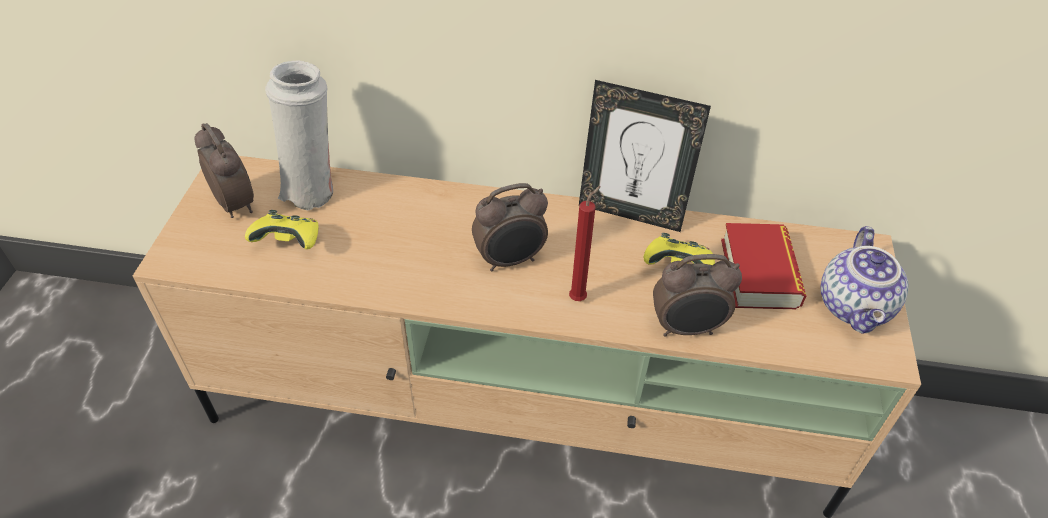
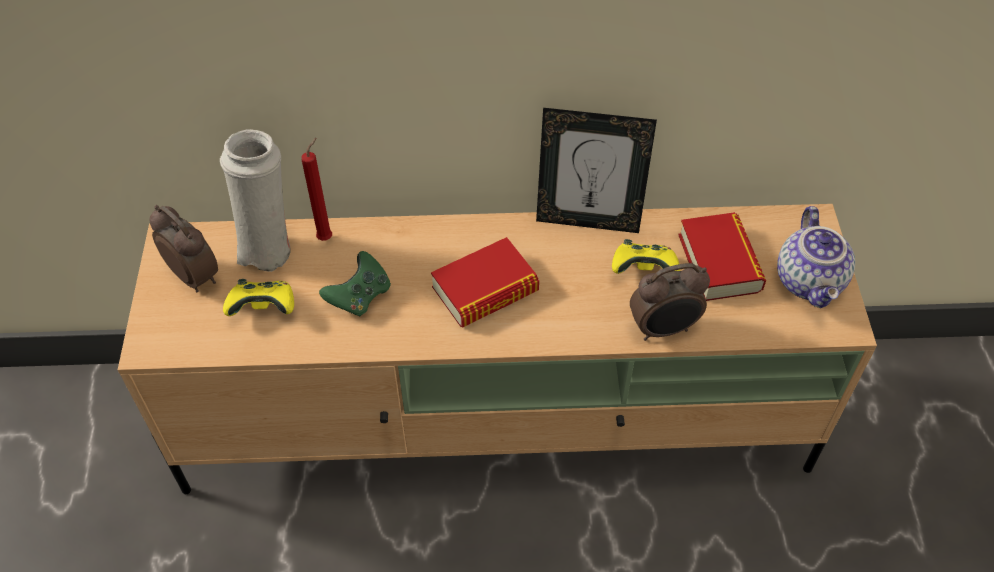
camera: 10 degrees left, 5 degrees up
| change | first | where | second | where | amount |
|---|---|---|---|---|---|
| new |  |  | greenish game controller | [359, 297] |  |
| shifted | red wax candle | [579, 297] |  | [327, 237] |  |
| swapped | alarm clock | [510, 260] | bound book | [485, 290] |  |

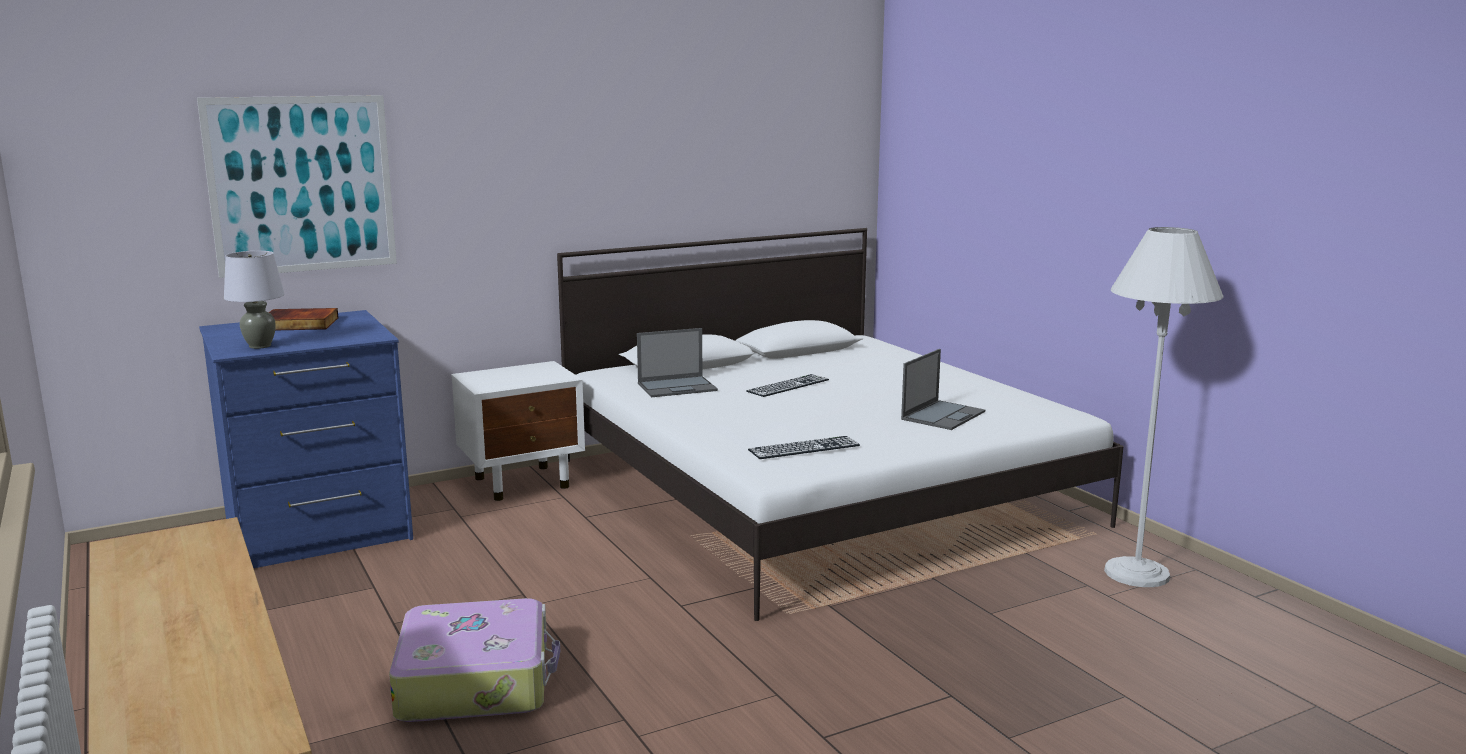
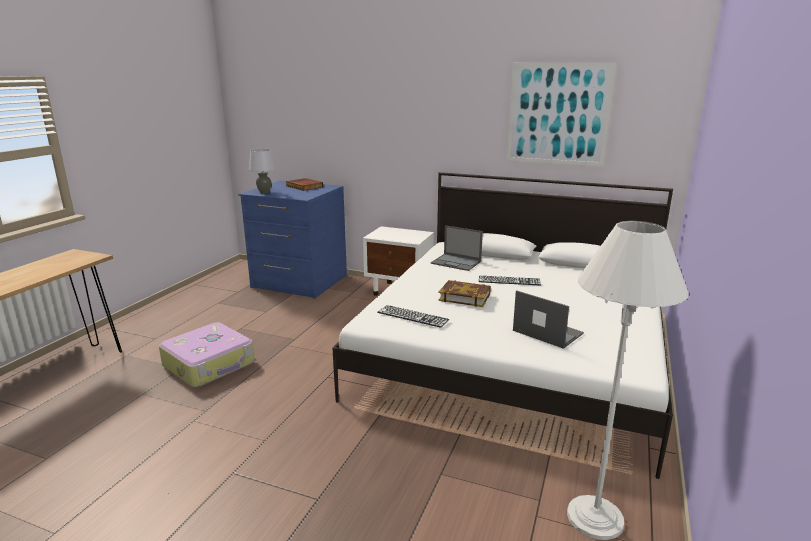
camera: 50 degrees right, 5 degrees up
| change | first | where | second | where | amount |
|---|---|---|---|---|---|
| new |  |  | bound book | [465, 297] |  |
| shifted | picture | [302, 184] |  | [558, 114] |  |
| rotated | portable computer | [943, 415] |  | [546, 332] | 135 degrees counterclockwise |

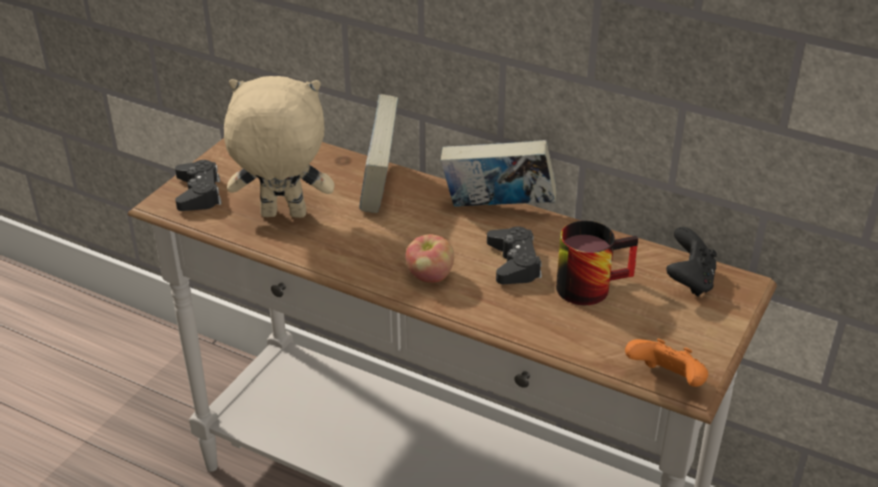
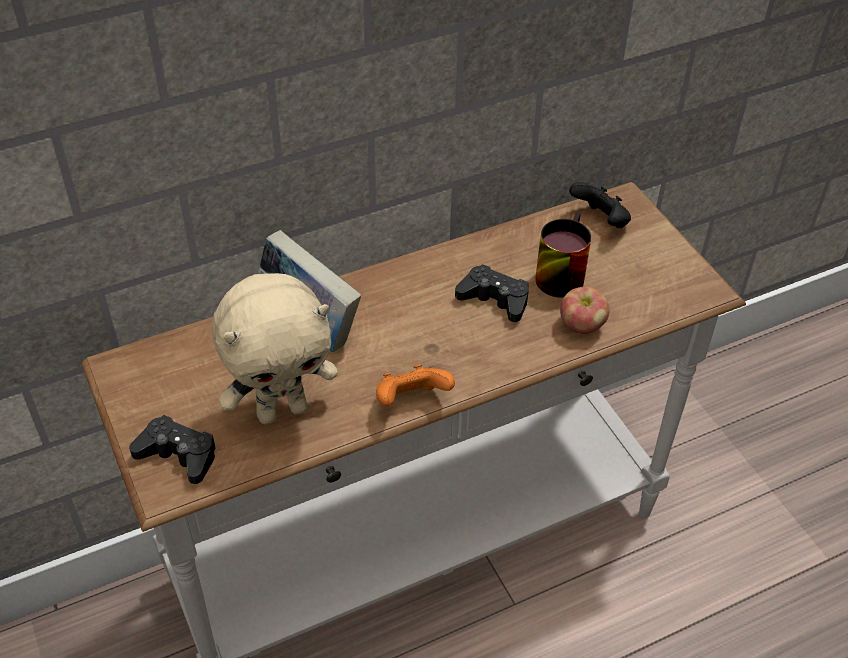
camera: 55 degrees left, 10 degrees up
| change | first | where | second | where | amount |
|---|---|---|---|---|---|
| gone | bound book | [497, 210] |  |  |  |
| shifted | apple | [430, 276] |  | [581, 326] |  |
| shifted | orange game controller | [667, 381] |  | [411, 400] |  |
| rotated | beige plush toy | [282, 216] |  | [282, 410] | 150 degrees counterclockwise |

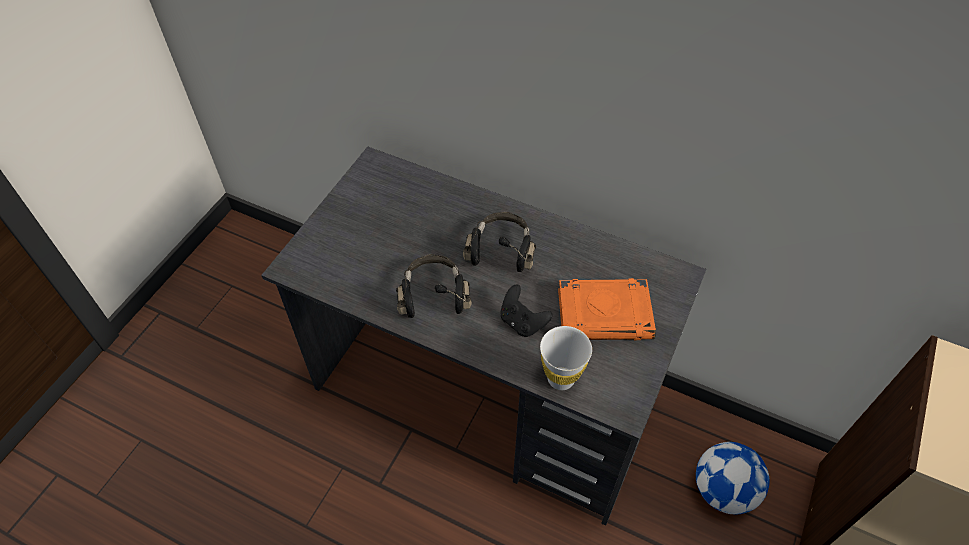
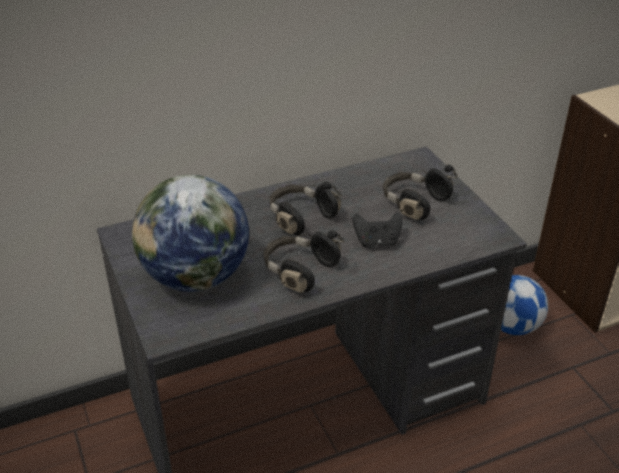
camera: 50 degrees left, 15 degrees down
| change | first | where | second | where | amount |
|---|---|---|---|---|---|
| gone | white cup | [561, 379] |  |  |  |
| new |  |  | world globe | [195, 277] |  |
| swapped | orange bound book | [605, 314] | black-coloured pair of headphones | [414, 203] |  |

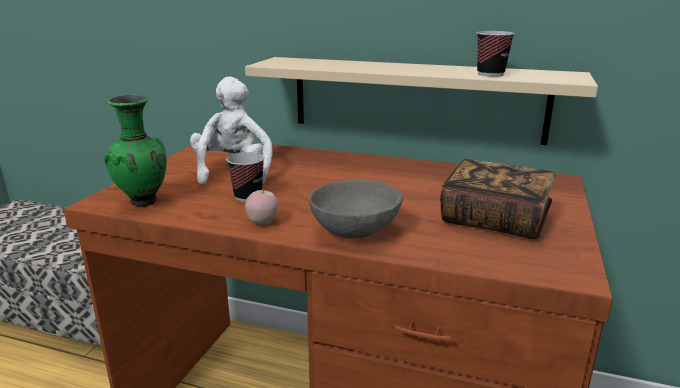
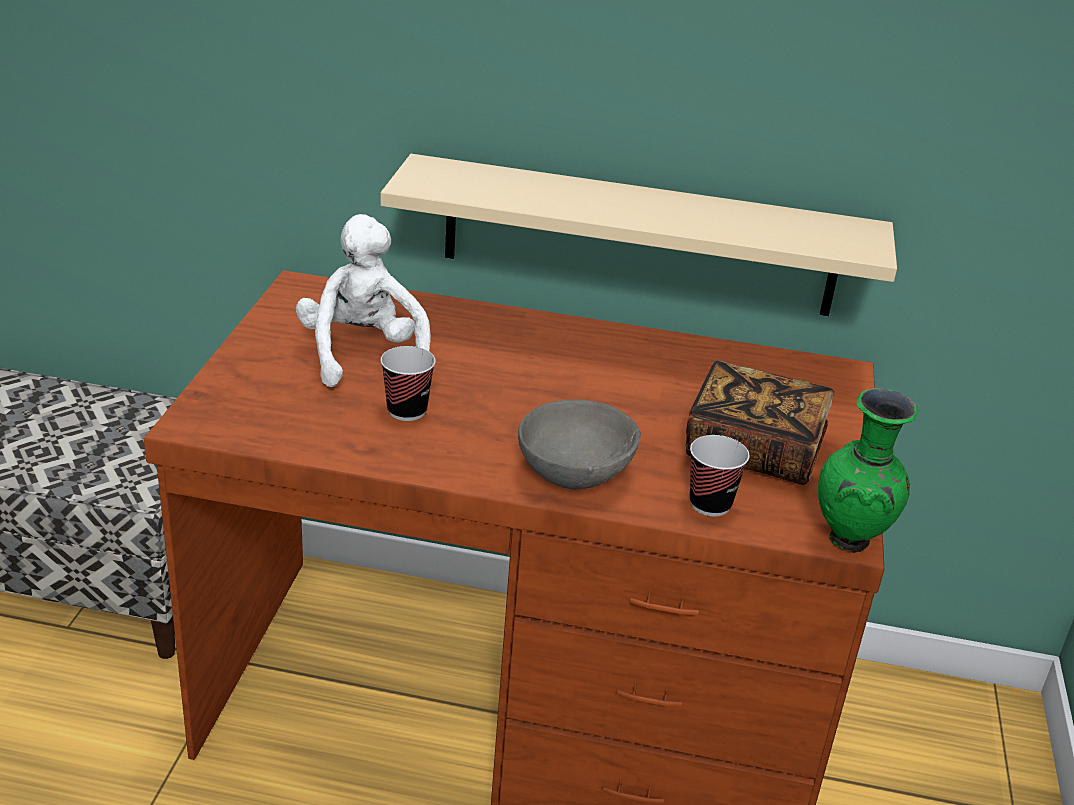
camera: 10 degrees left, 10 degrees up
| change | first | where | second | where | amount |
|---|---|---|---|---|---|
| gone | apple | [263, 223] |  |  |  |
| shifted | greenish flower vase | [144, 203] |  | [851, 543] |  |
| shifted | cup | [490, 74] |  | [710, 504] |  |

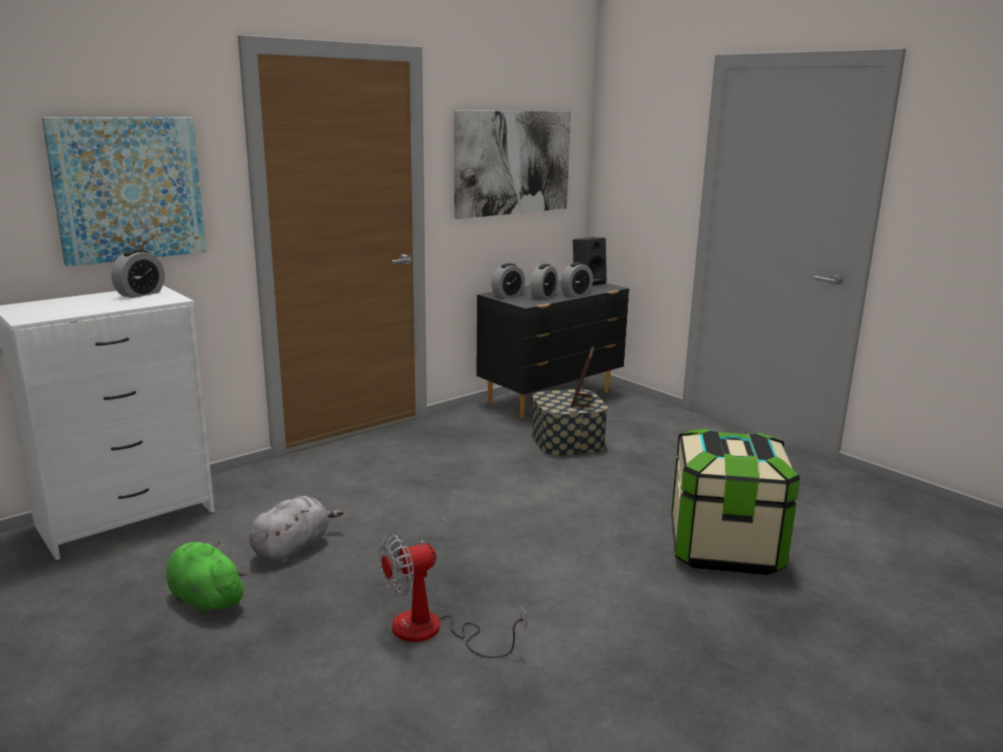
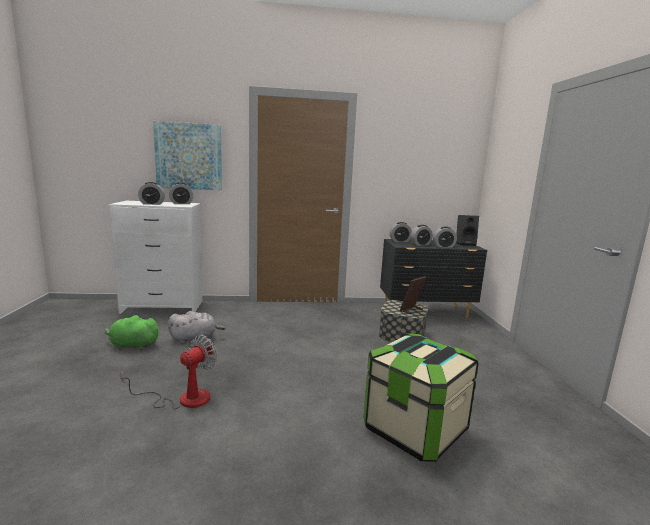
camera: 35 degrees right, 5 degrees down
| change | first | where | second | where | amount |
|---|---|---|---|---|---|
| gone | picture | [513, 163] |  |  |  |
| new |  |  | alarm clock | [152, 204] |  |
| rotated | greenish plush toy | [205, 599] |  | [132, 345] | 75 degrees counterclockwise |
| rotated | cooling fan | [433, 631] |  | [183, 399] | 120 degrees clockwise |

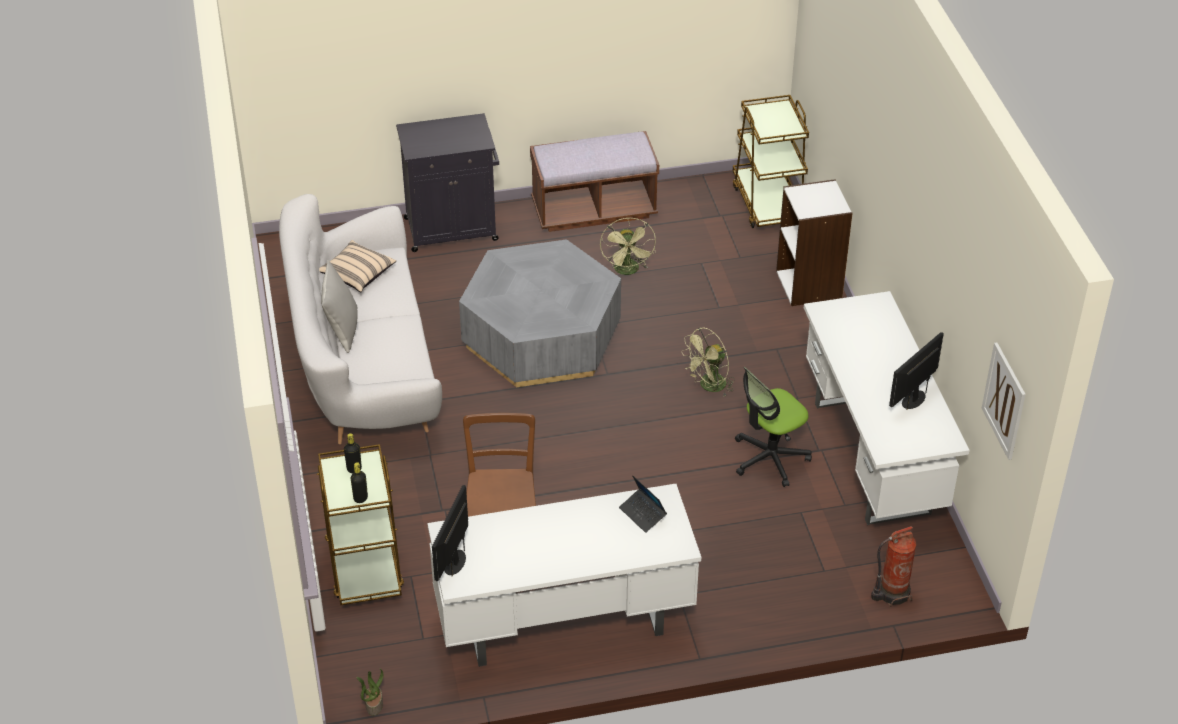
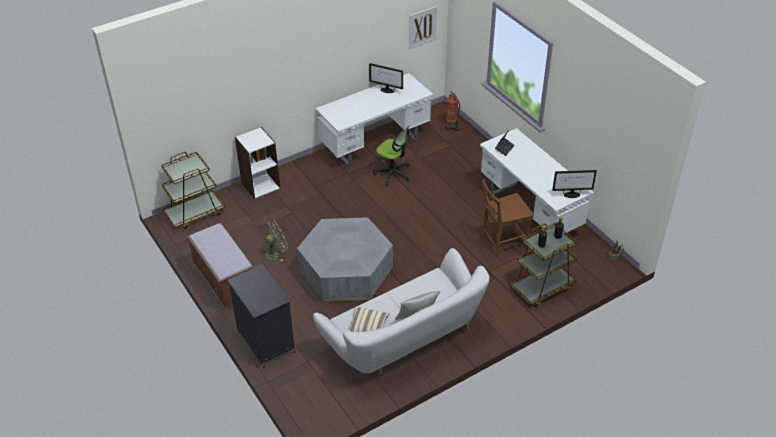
camera: 110 degrees left, 0 degrees up
| change | first | where | second | where | amount |
|---|---|---|---|---|---|
| gone | greenish cooling fan | [708, 386] |  |  |  |

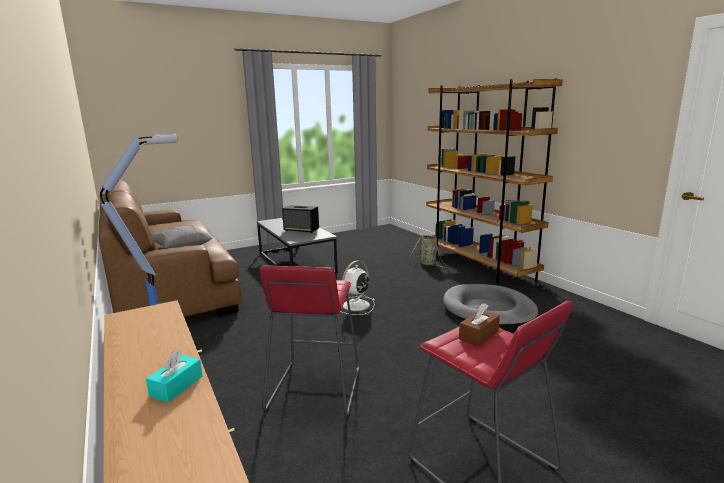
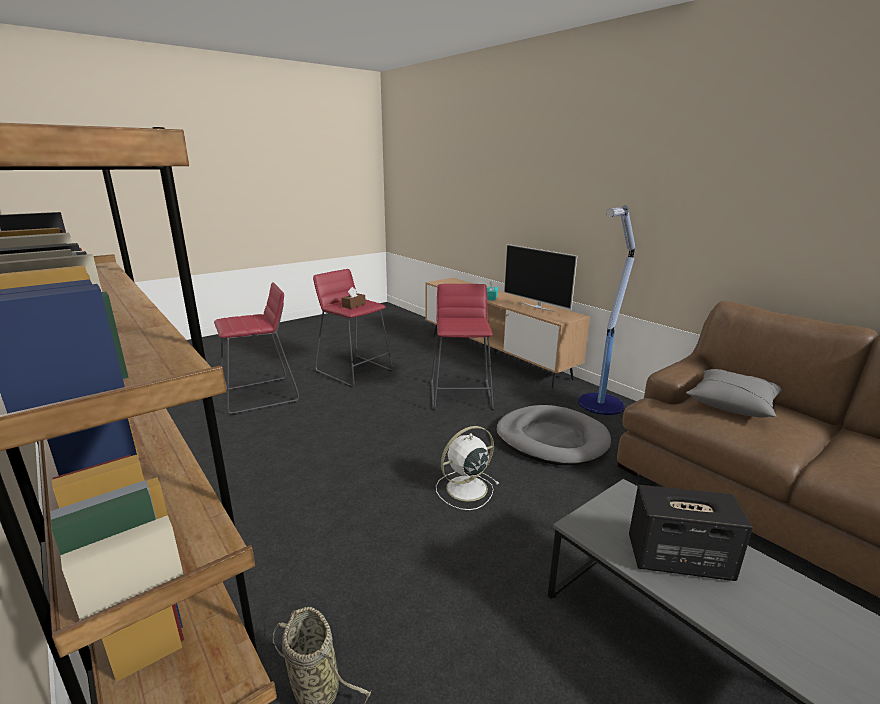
camera: 170 degrees right, 5 degrees up
| change | first | where | second | where | amount |
|---|---|---|---|---|---|
| new |  |  | red stool | [260, 396] |  |
| new |  |  | television | [537, 307] |  |
| shifted | greyish pet bed | [488, 310] |  | [551, 439] |  |
| rotated | white cooling fan | [355, 306] |  | [465, 489] | 150 degrees counterclockwise |

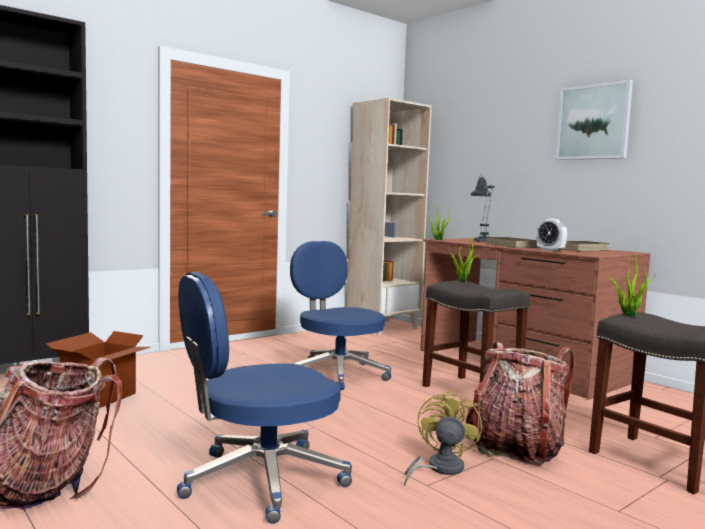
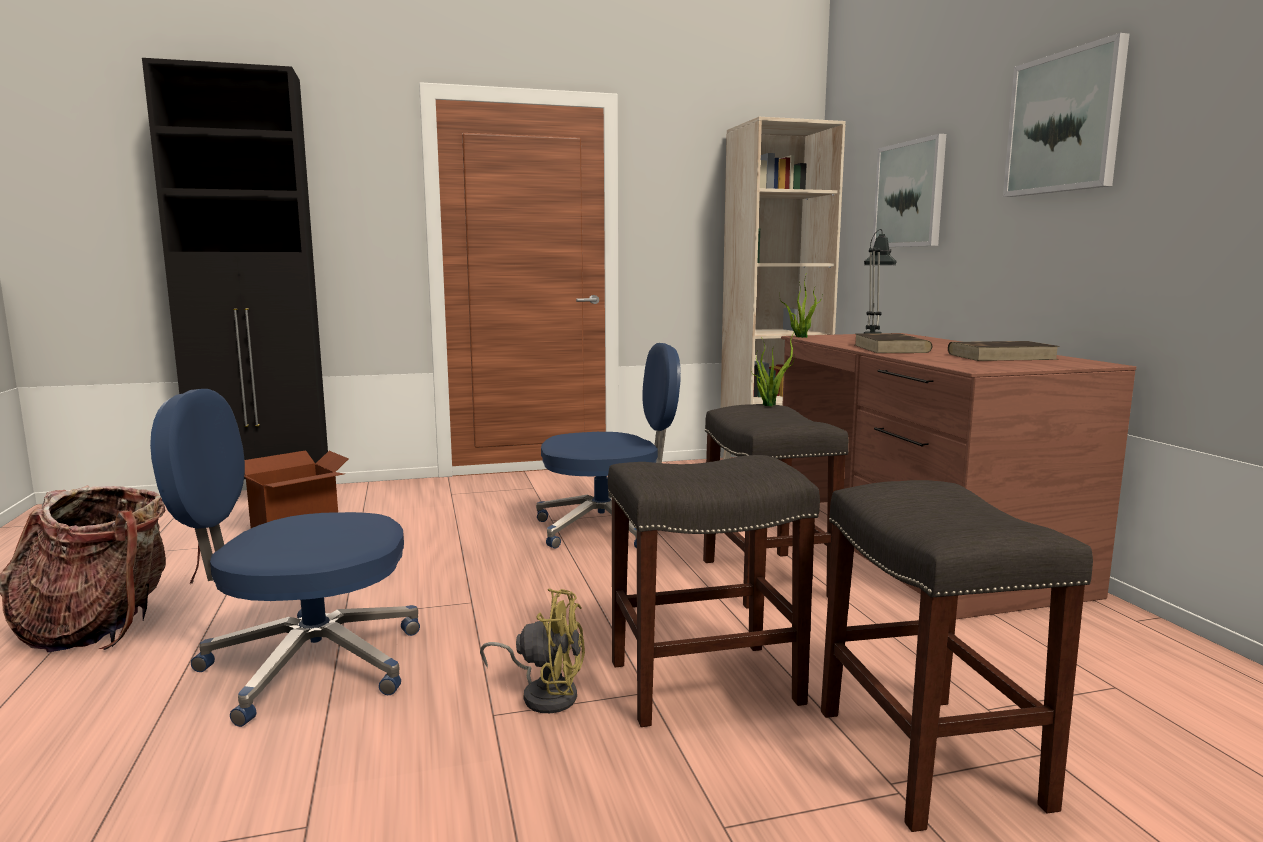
camera: 25 degrees right, 5 degrees up
| change | first | where | second | where | amount |
|---|---|---|---|---|---|
| gone | alarm clock | [550, 250] |  |  |  |
| gone | plant in a pot | [628, 314] |  |  |  |
| new |  |  | picture | [910, 194] |  |
| swapped | backpack | [515, 447] | greyish stool | [706, 681] |  |
| rotated | bluish office chair | [336, 373] |  | [608, 528] | 90 degrees clockwise |
| rotated | yellowish cooling fan | [439, 469] |  | [544, 693] | 60 degrees clockwise |

